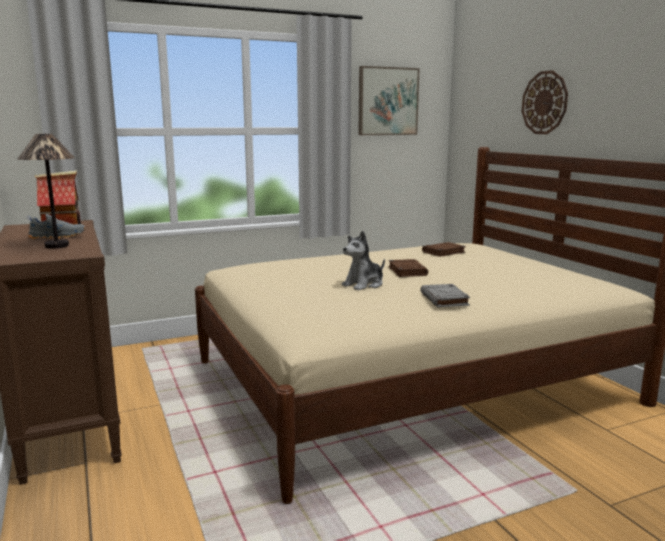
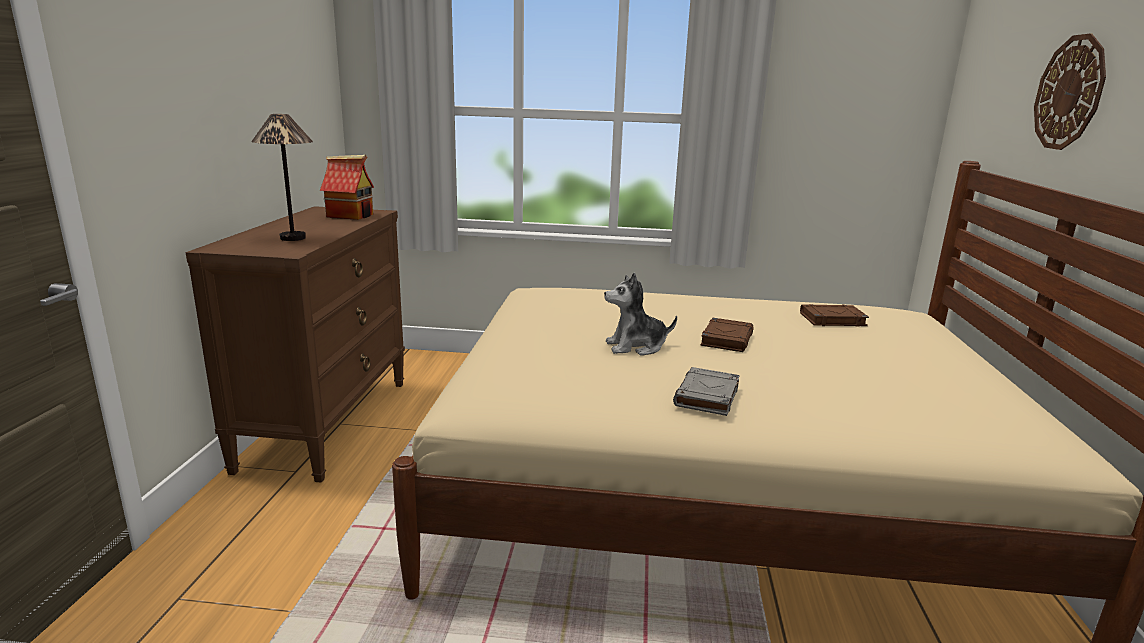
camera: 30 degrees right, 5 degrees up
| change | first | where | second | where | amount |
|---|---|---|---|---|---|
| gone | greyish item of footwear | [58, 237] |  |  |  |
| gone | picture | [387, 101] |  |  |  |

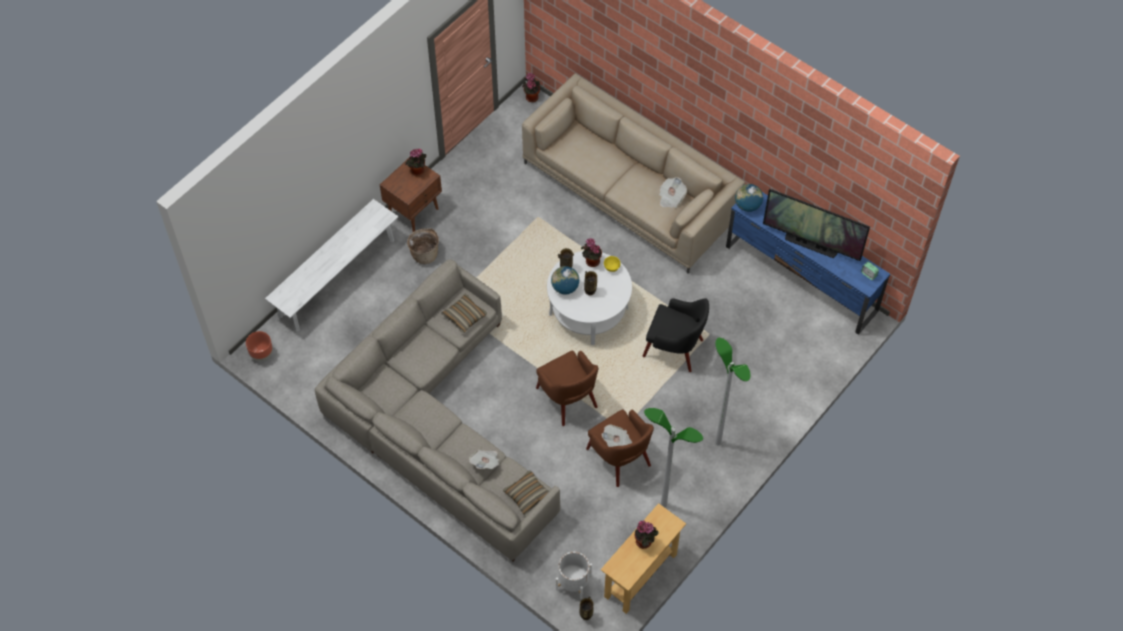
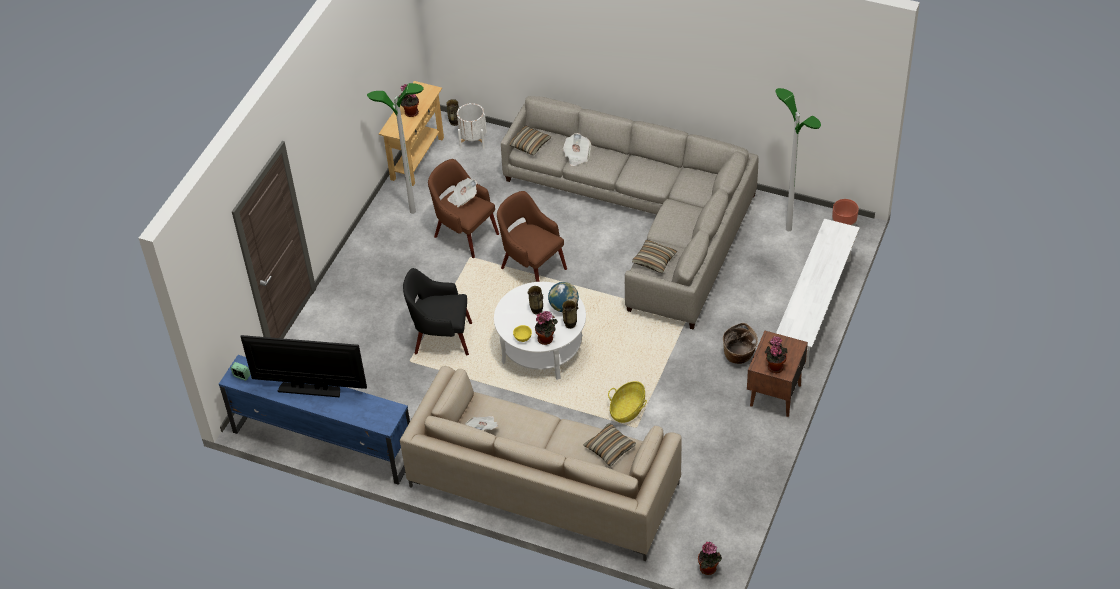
camera: 165 degrees right, 10 degrees down
| change | first | where | second | where | amount |
|---|---|---|---|---|---|
| gone | world globe | [747, 206] |  |  |  |
| new |  |  | cushion | [610, 448] |  |
| new |  |  | basket | [627, 409] |  |
| shifted | standard lamp | [718, 442] |  | [788, 229] |  |

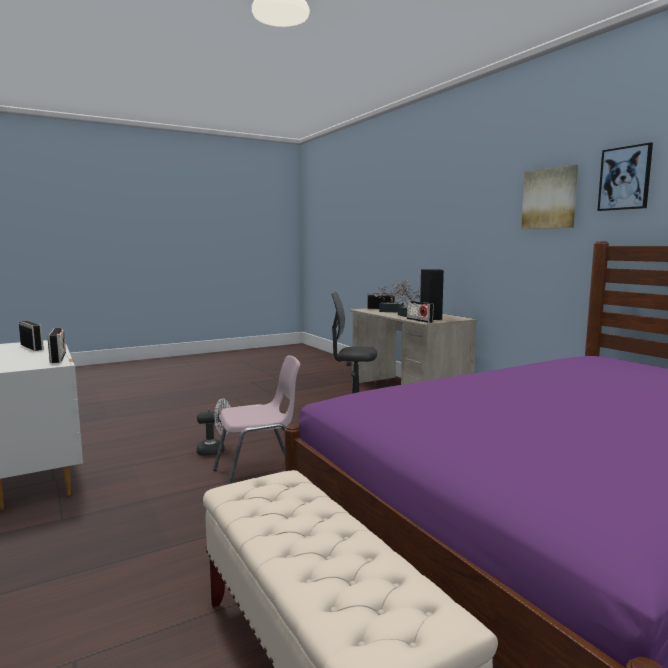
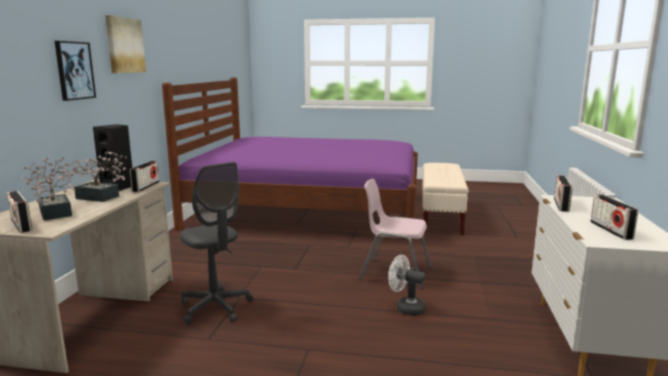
camera: 140 degrees left, 5 degrees up
| change | first | where | second | where | amount |
|---|---|---|---|---|---|
| shifted | picture | [625, 178] |  | [74, 70] |  |

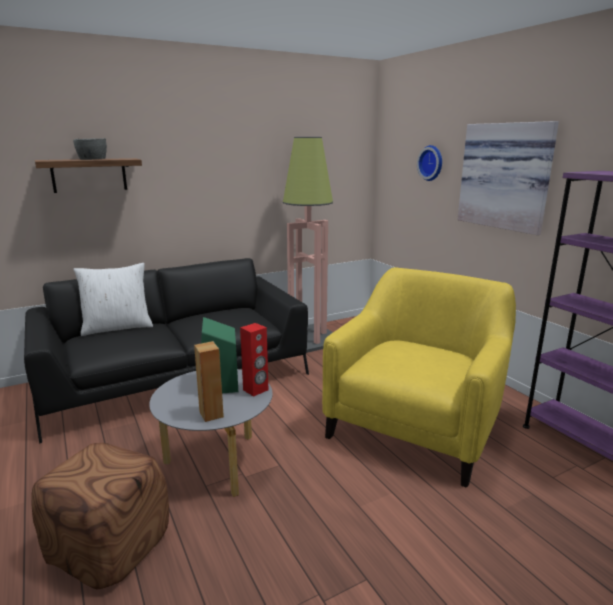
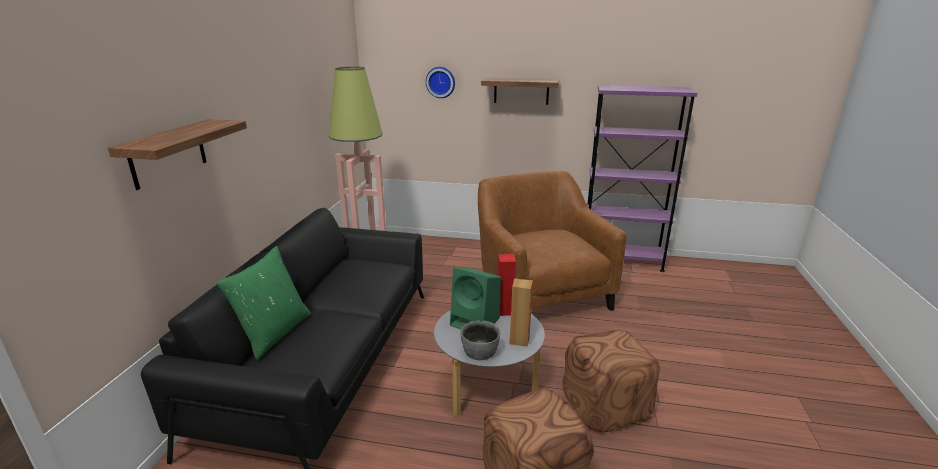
camera: 50 degrees left, 5 degrees up
| change | first | where | second | where | amount |
|---|---|---|---|---|---|
| new |  |  | brownish pouffe | [606, 406] |  |
| shifted | greyish bowl | [92, 159] |  | [480, 352] |  |
| swapped | picture | [506, 176] | bracket shelf | [521, 91] |  |
| repainted | white cushion | [117, 327] | greenish cushion | [274, 333] |  |
| repainted | yellowish easy chair | [416, 424] | brownish easy chair | [540, 292] |  |

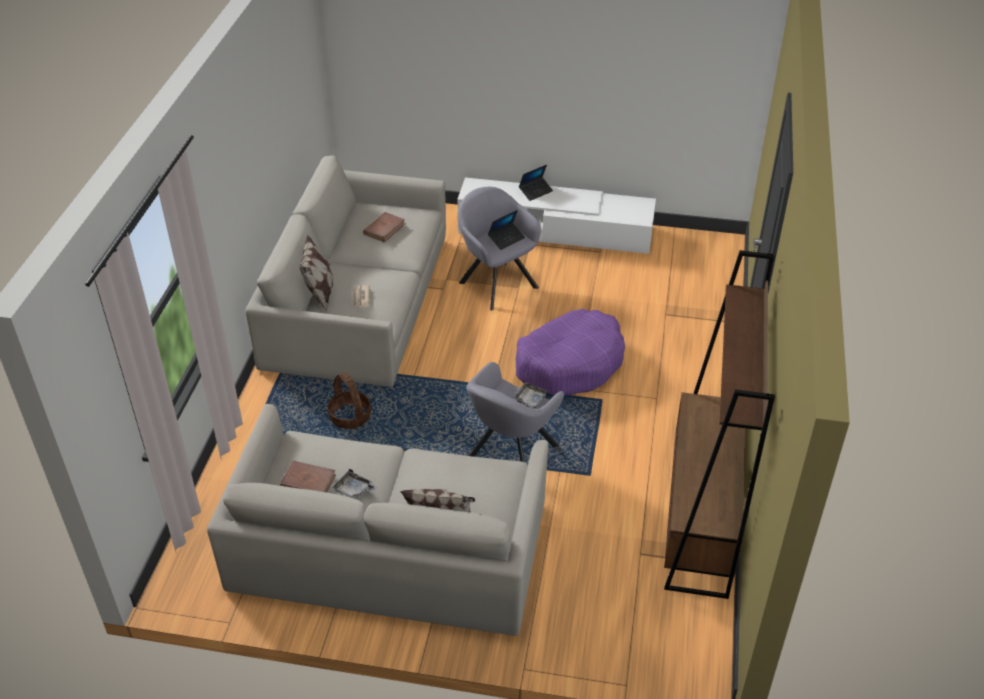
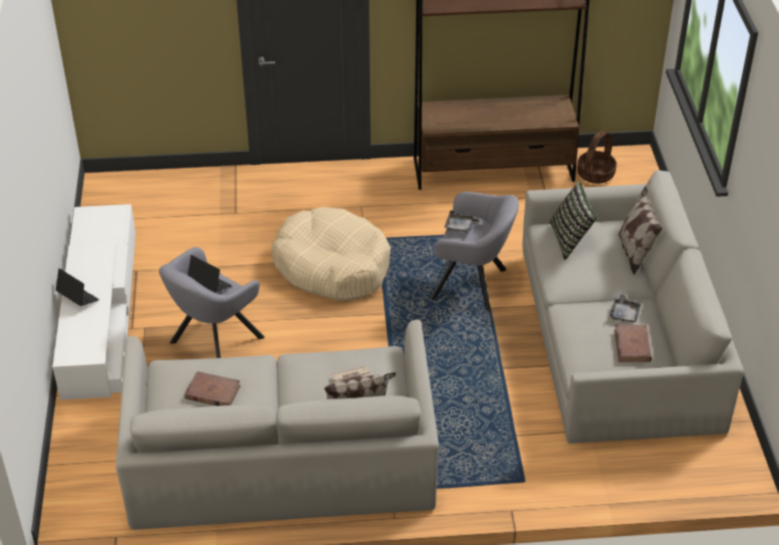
camera: 105 degrees left, 0 degrees up
| change | first | where | second | where | amount |
|---|---|---|---|---|---|
| new |  |  | cushion | [570, 239] |  |
| shifted | basket | [349, 417] |  | [595, 174] |  |
| repainted | purple-coloured pet bed | [570, 363] | beige pet bed | [332, 266] |  |

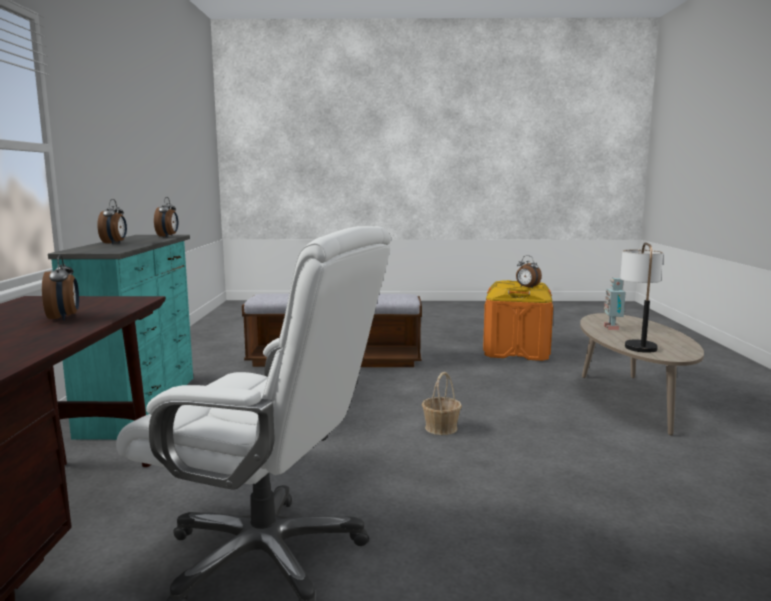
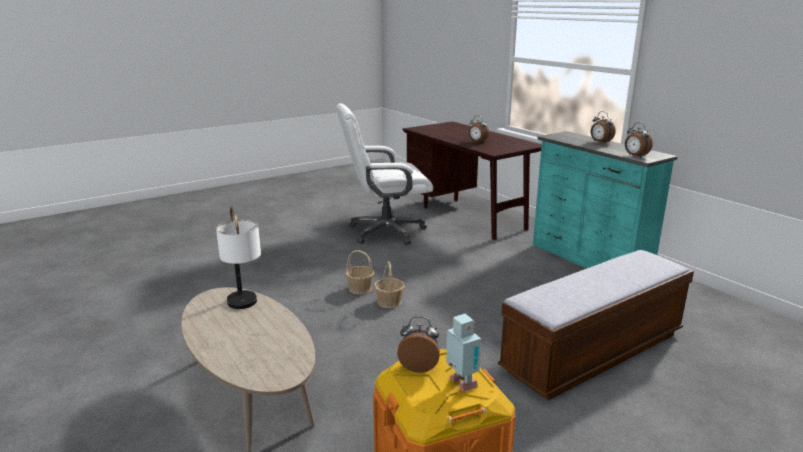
camera: 145 degrees right, 10 degrees up
| change | first | where | second | where | amount |
|---|---|---|---|---|---|
| new |  |  | basket | [360, 288] |  |
| shifted | model robot | [613, 328] |  | [461, 384] |  |

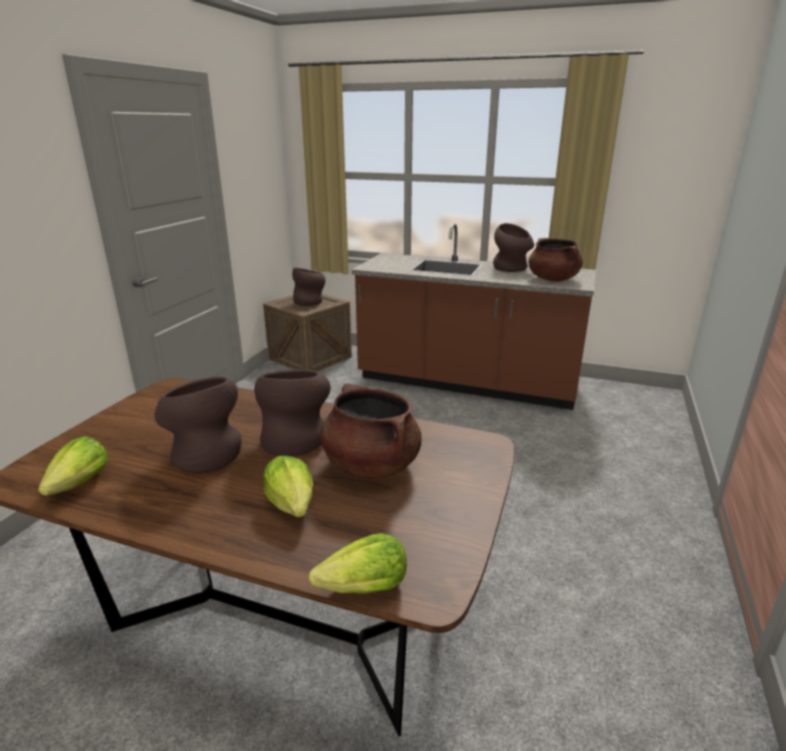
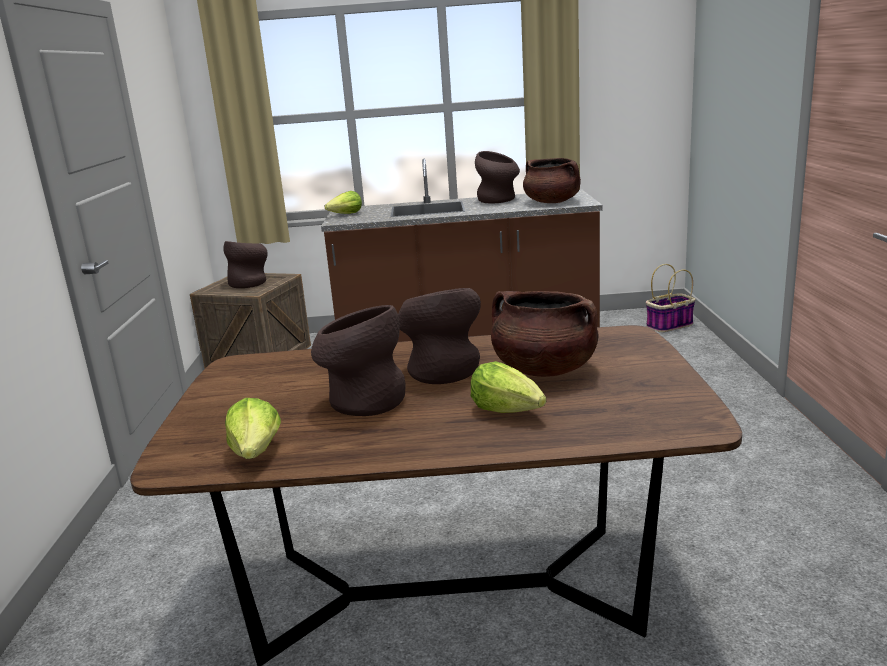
camera: 20 degrees left, 5 degrees down
| change | first | where | second | where | amount |
|---|---|---|---|---|---|
| new |  |  | basket | [669, 326] |  |
| shifted | lettuce | [364, 588] |  | [346, 214] |  |

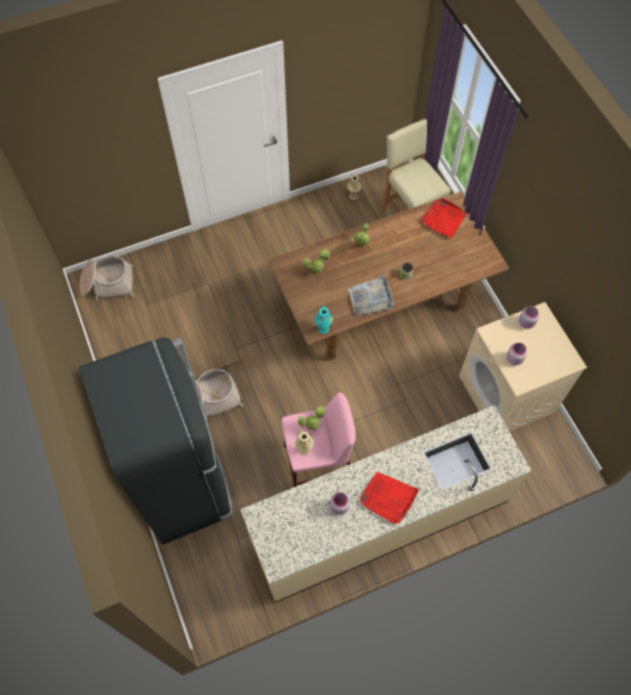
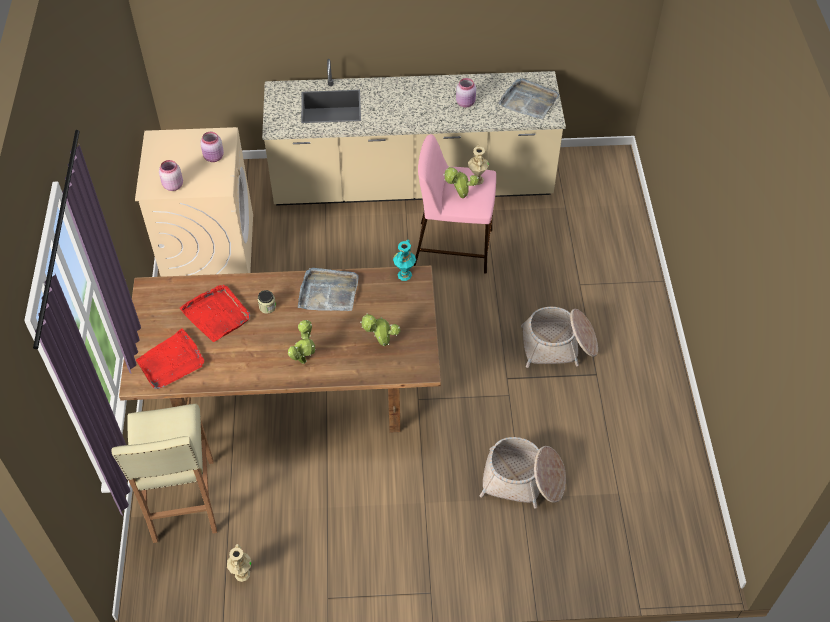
camera: 160 degrees left, 10 degrees down
| change | first | where | second | where | amount |
|---|---|---|---|---|---|
| gone | black-coloured kitchen fridge | [183, 484] |  |  |  |
| new |  |  | greyish tray | [528, 101] |  |
| shifted | basket | [107, 283] |  | [523, 480] |  |
| shifted | red tray | [388, 498] |  | [217, 314] |  |

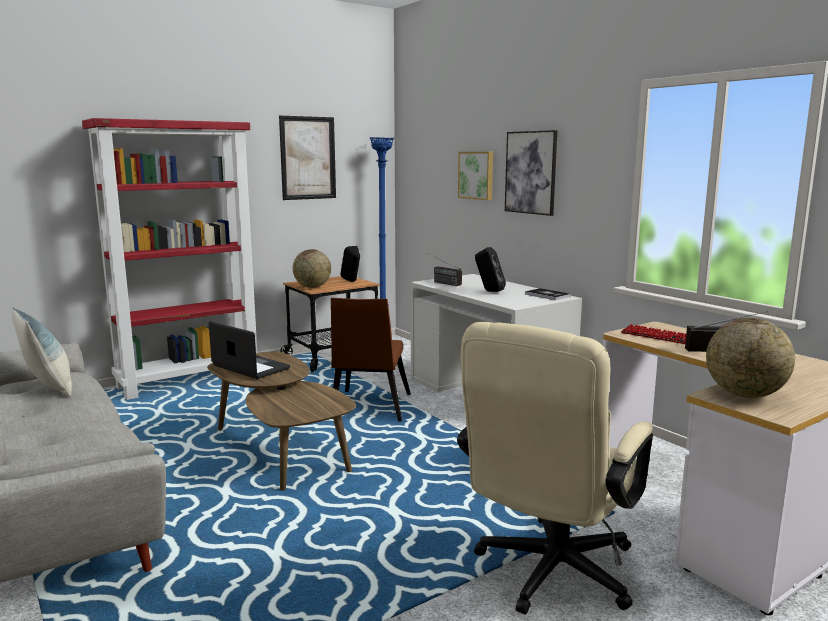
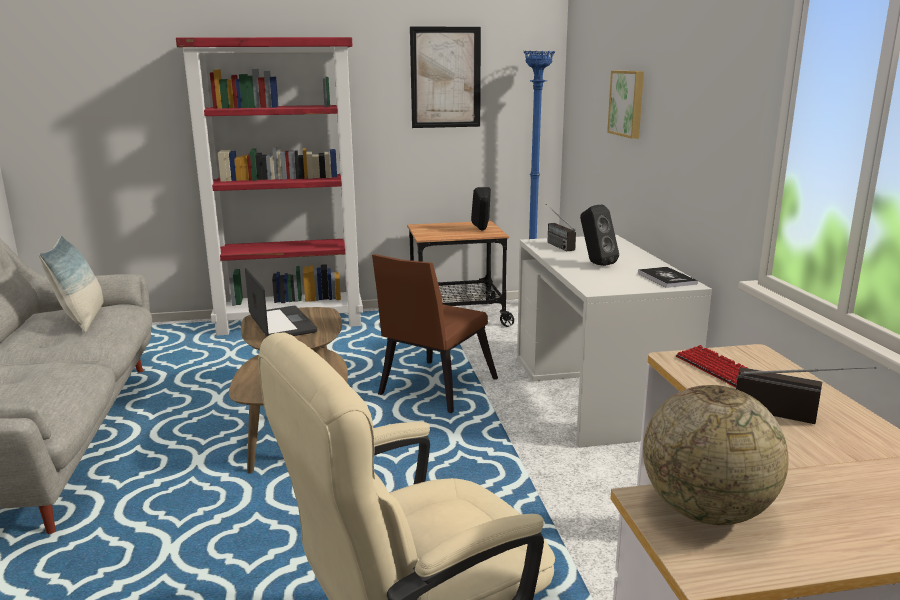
camera: 25 degrees right, 5 degrees up
| change | first | where | second | where | amount |
|---|---|---|---|---|---|
| gone | world globe | [312, 287] |  |  |  |
| gone | picture | [531, 172] |  |  |  |

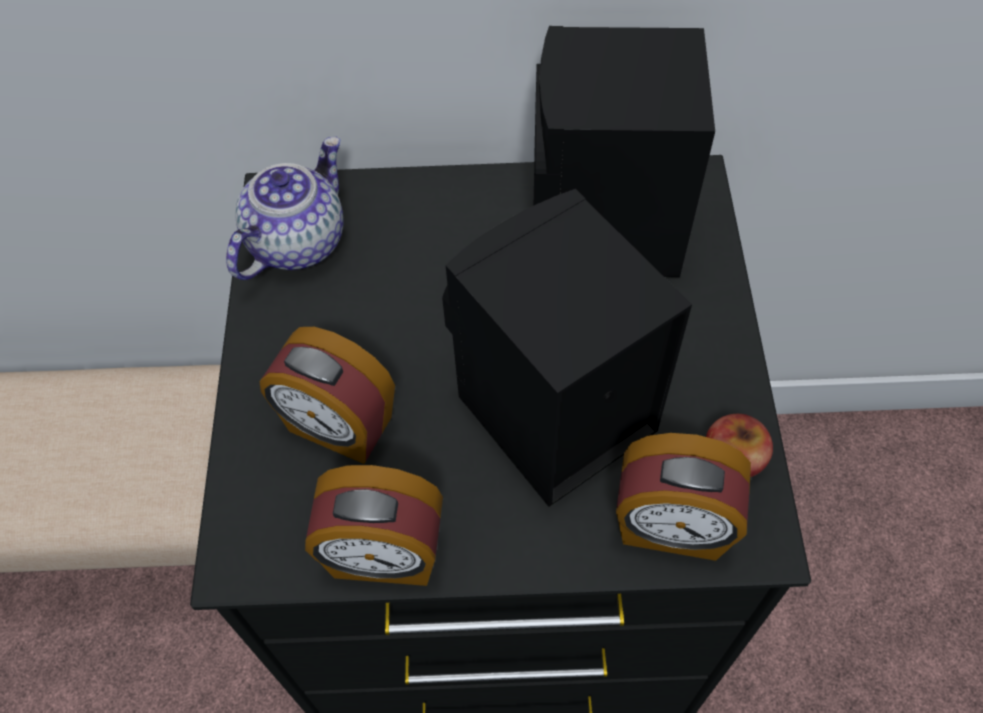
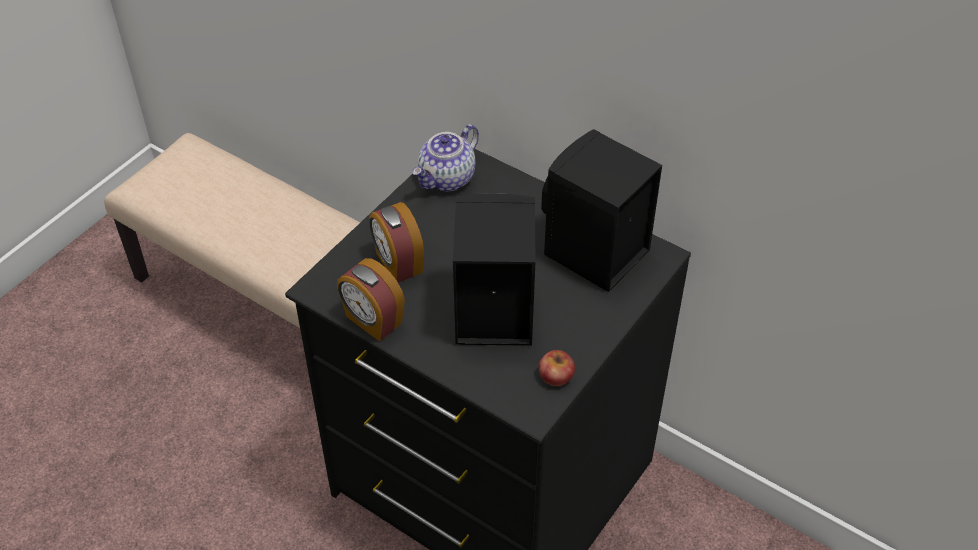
camera: 35 degrees right, 10 degrees down
| change | first | where | second | where | amount |
|---|---|---|---|---|---|
| gone | alarm clock | [671, 526] |  |  |  |
| rotated | teapot | [297, 241] |  | [447, 179] | 150 degrees clockwise |

